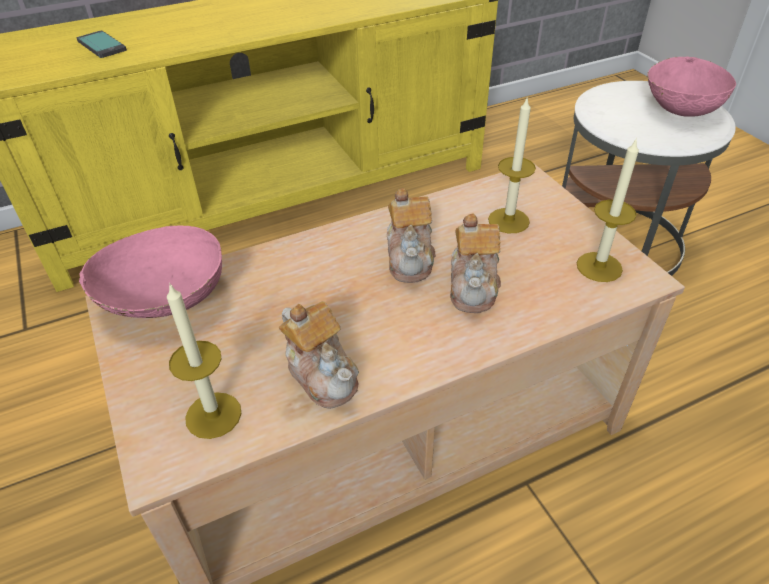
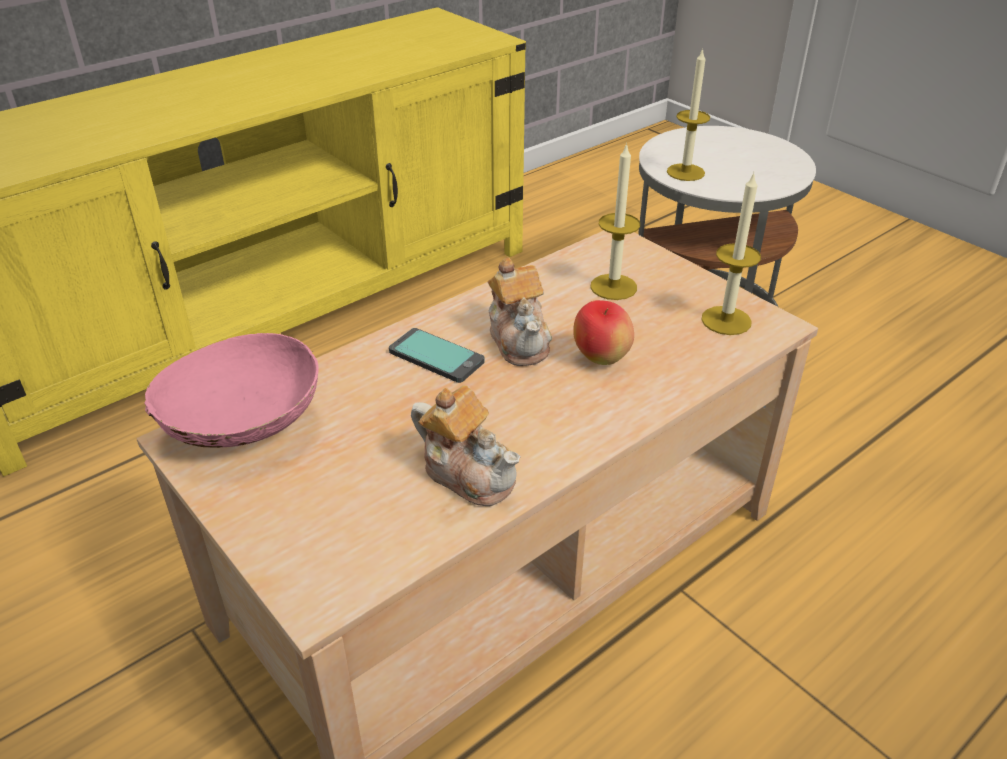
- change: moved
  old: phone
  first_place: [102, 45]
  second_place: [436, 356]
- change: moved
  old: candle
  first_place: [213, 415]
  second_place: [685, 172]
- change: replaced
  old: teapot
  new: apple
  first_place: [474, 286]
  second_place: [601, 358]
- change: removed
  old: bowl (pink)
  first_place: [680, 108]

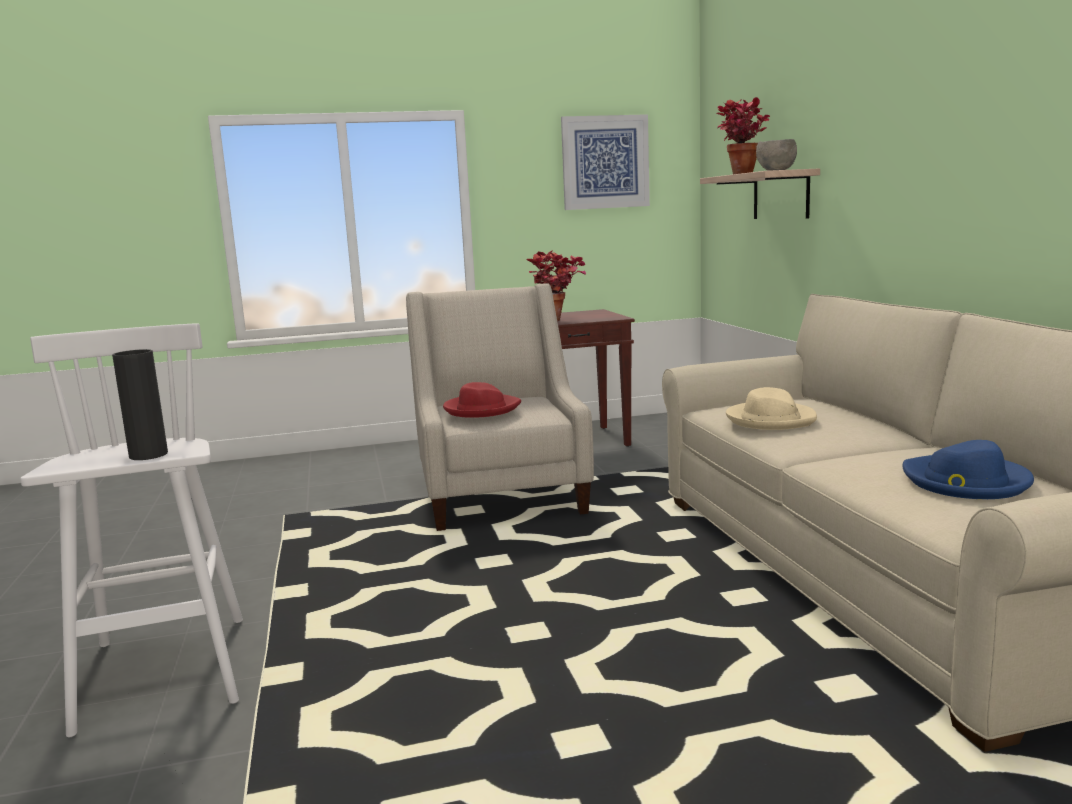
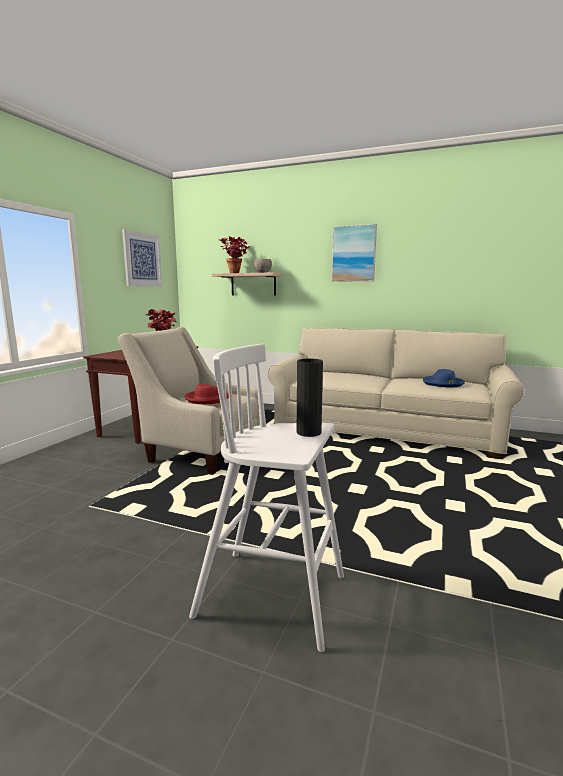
- change: removed
  old: hat (beige)
  first_place: [770, 419]
- change: added
  new: picture
  second_place: [353, 253]

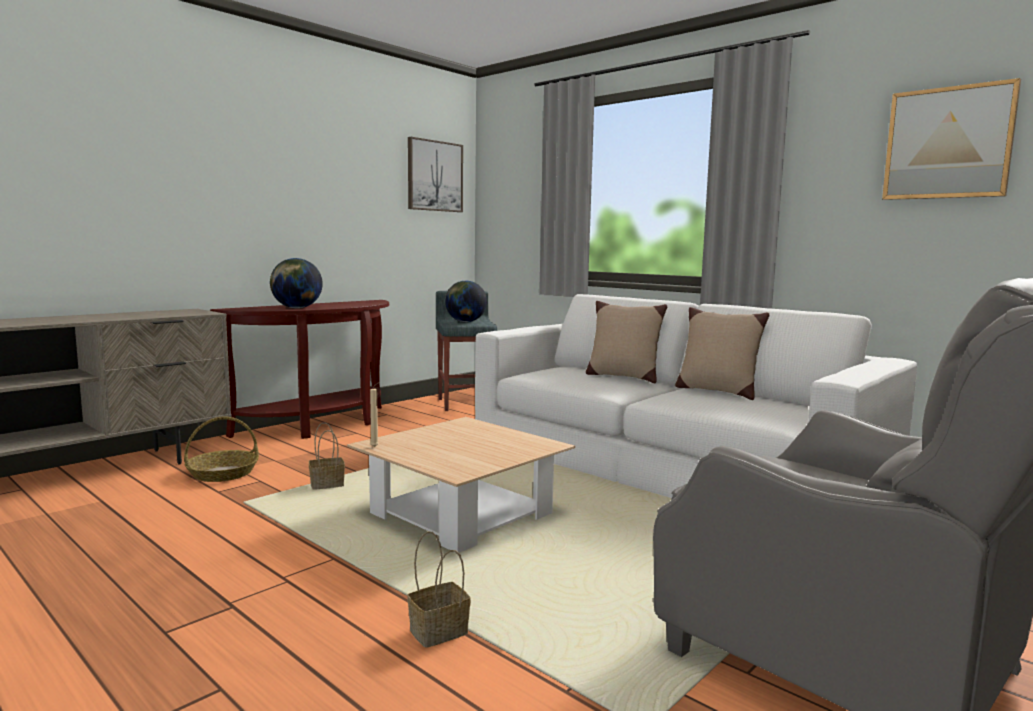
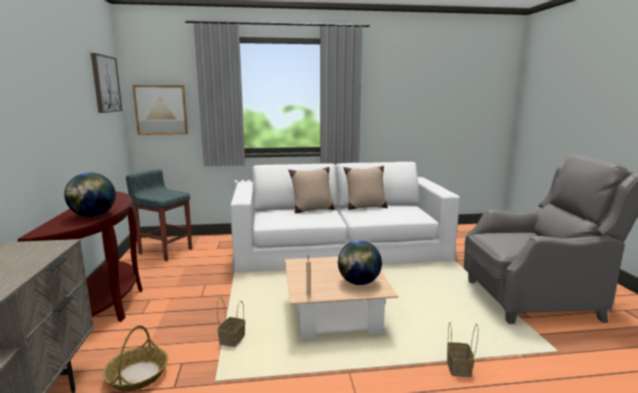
- change: moved
  old: globe
  first_place: [465, 322]
  second_place: [359, 282]
- change: moved
  old: picture
  first_place: [948, 143]
  second_place: [161, 110]

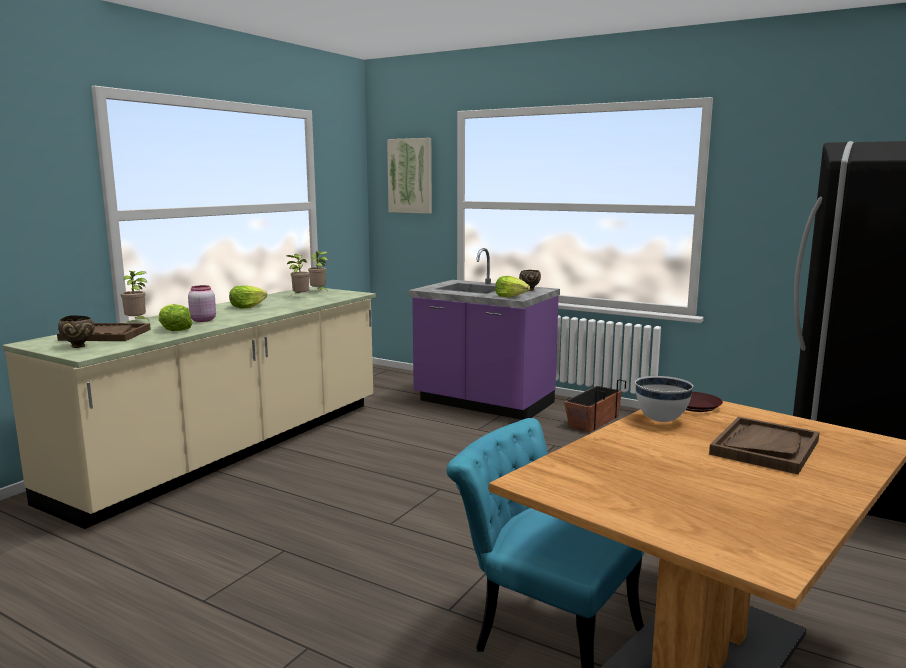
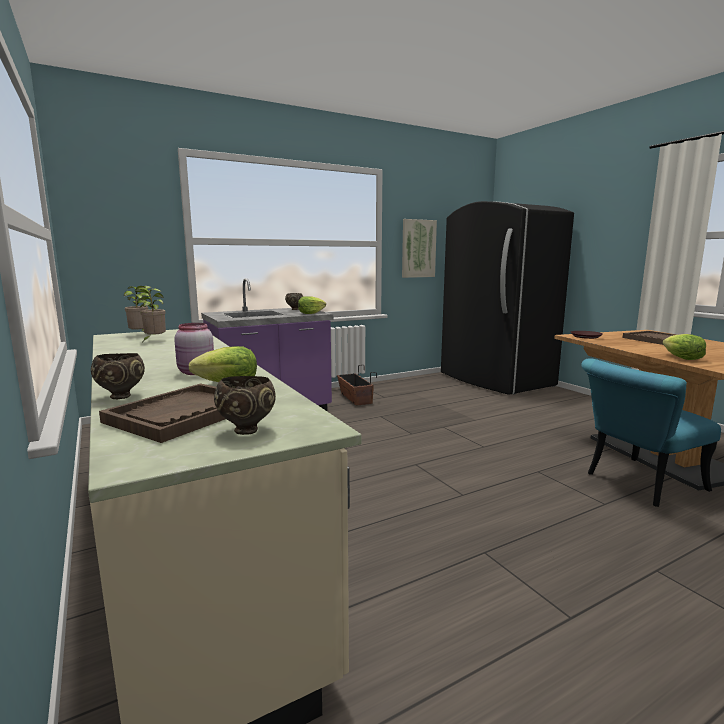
- change: replaced
  old: potted plant
  new: bowl (brown)
  first_place: [137, 322]
  second_place: [122, 396]
- change: moved
  old: lettuce
  first_place: [247, 307]
  second_place: [681, 358]
- change: moved
  old: picture
  first_place: [410, 176]
  second_place: [418, 248]
- change: removed
  old: bowl (white)
  first_place: [661, 420]

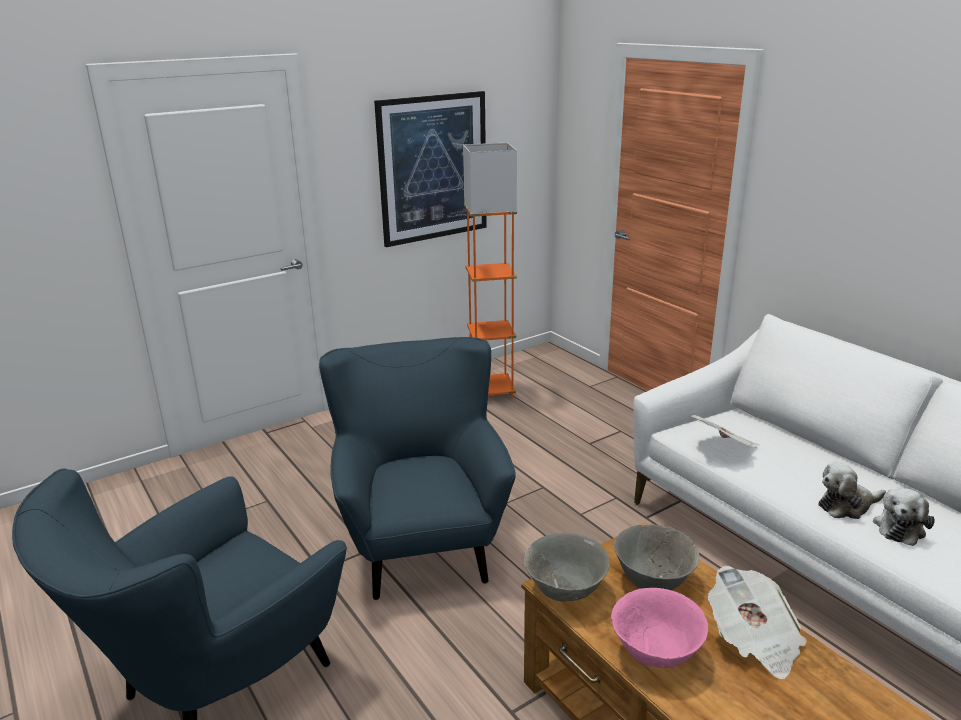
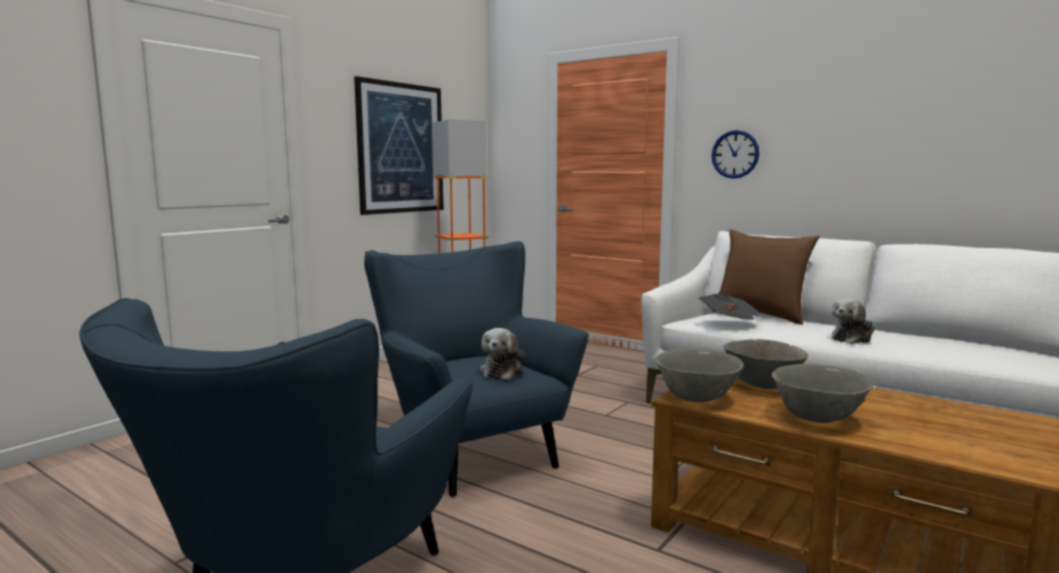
- change: recoloured
  old: bowl (pink)
  new: bowl (grey)
  first_place: [656, 654]
  second_place: [817, 419]
- change: removed
  old: newspaper
  first_place: [754, 640]
- change: moved
  old: plush toy
  first_place: [900, 527]
  second_place: [503, 371]
- change: added
  new: wall clock
  second_place: [735, 154]
- change: added
  new: pillow (brown)
  second_place: [761, 316]

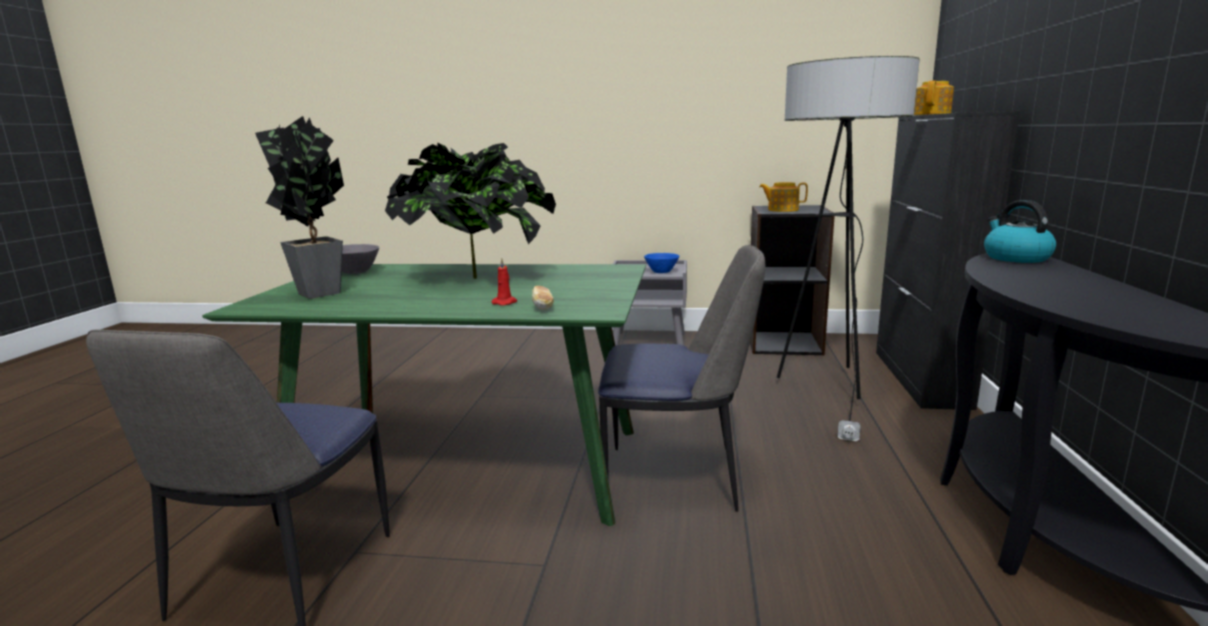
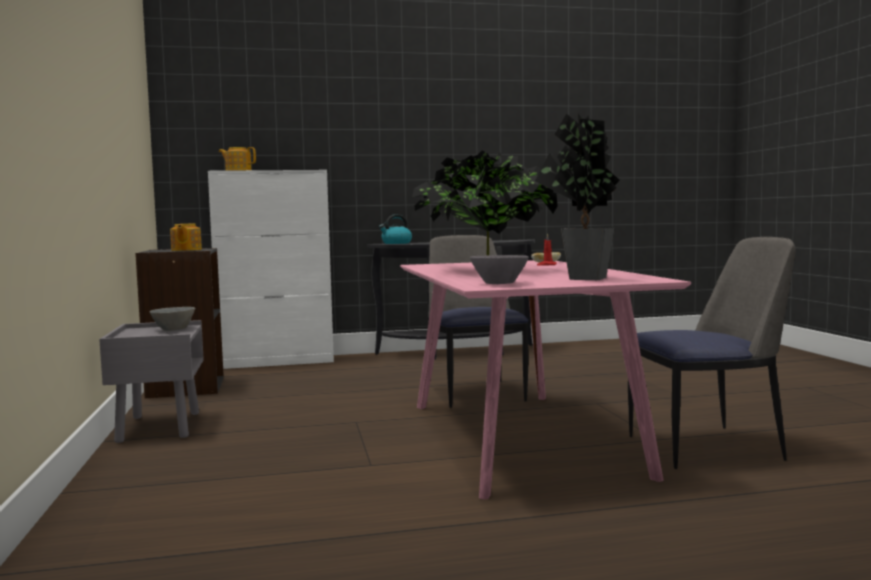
- change: recoloured
  old: dining table (green)
  new: dining table (pink)
  first_place: [467, 466]
  second_place: [521, 438]
- change: recoloured
  old: bowl (blue)
  new: bowl (grey)
  first_place: [662, 271]
  second_place: [173, 329]
- change: removed
  old: floor lamp
  first_place: [828, 390]
- change: recoloured
  old: cabinet (black)
  new: cabinet (white)
  first_place: [920, 378]
  second_place: [277, 362]

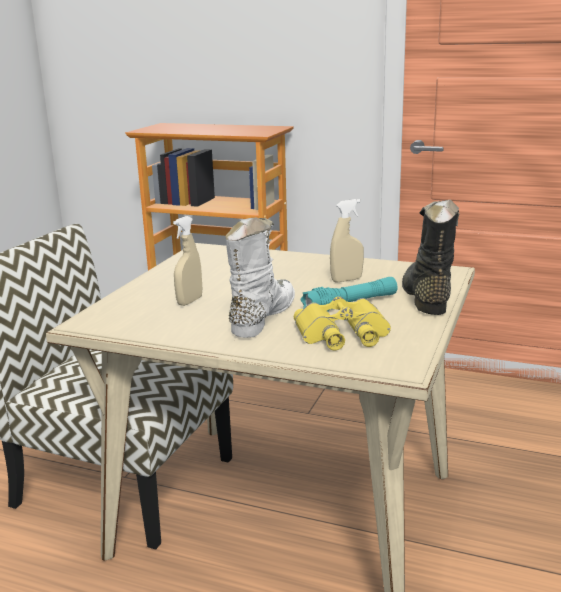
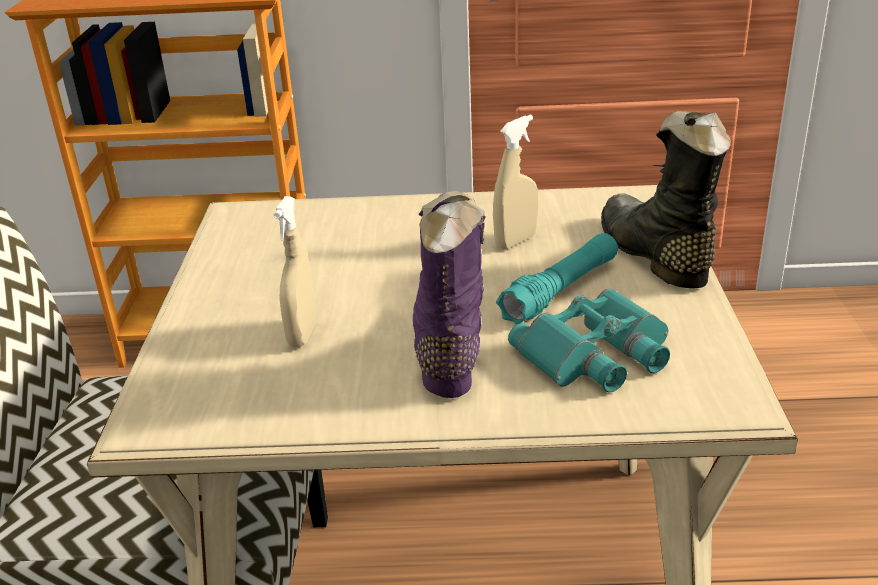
- change: recoloured
  old: boot (white)
  new: boot (purple)
  first_place: [261, 317]
  second_place: [446, 346]
- change: recoloured
  old: binoculars (yellow)
  new: binoculars (turquoise)
  first_place: [343, 334]
  second_place: [597, 355]

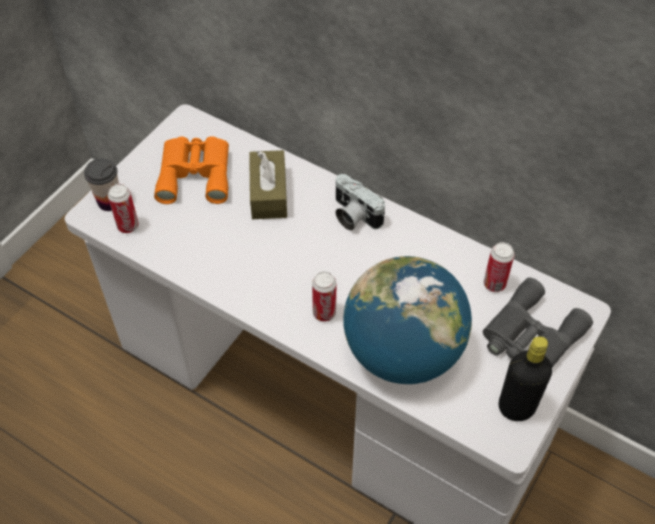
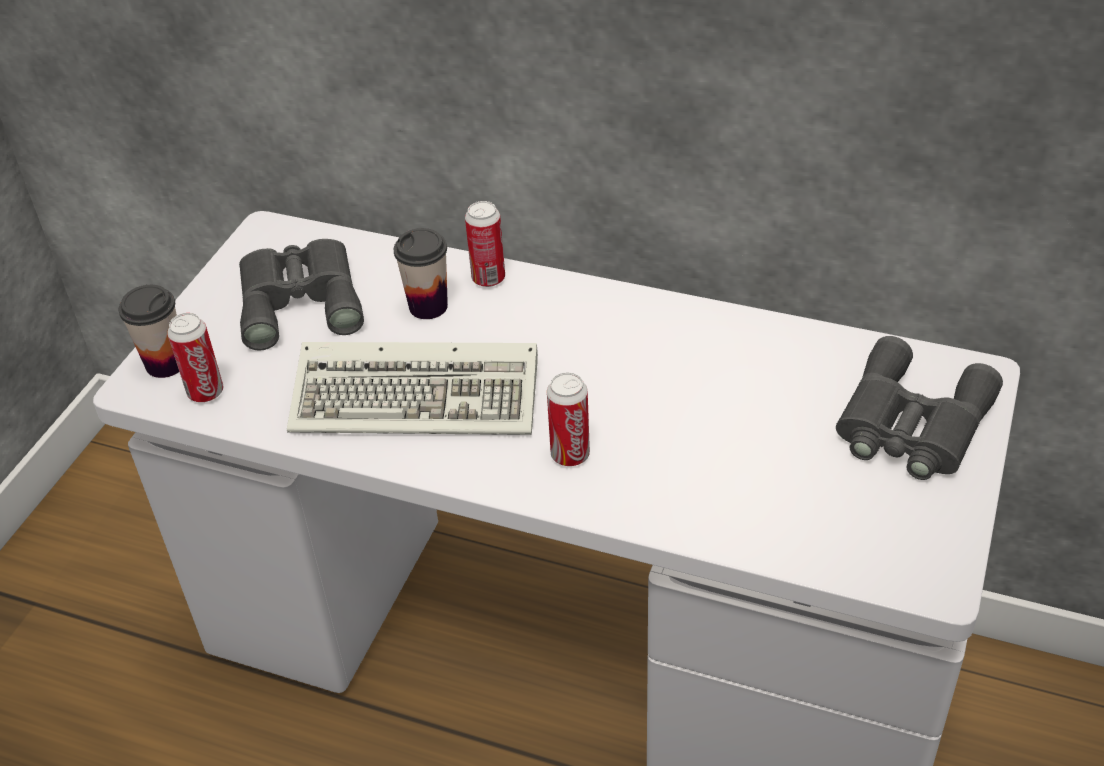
- change: recoloured
  old: binoculars (orange)
  new: binoculars (grey)
  first_place: [196, 173]
  second_place: [300, 299]
- change: replaced
  old: tissue box (brown)
  new: cup
  first_place: [268, 193]
  second_place: [428, 306]
- change: removed
  old: photo camera
  first_place: [353, 215]
- change: removed
  old: globe
  first_place: [402, 353]
- change: moved
  old: can
  first_place: [494, 284]
  second_place: [488, 278]
- change: removed
  old: bottle (black)
  first_place: [516, 407]
- change: added
  new: keyboard
  second_place: [422, 396]

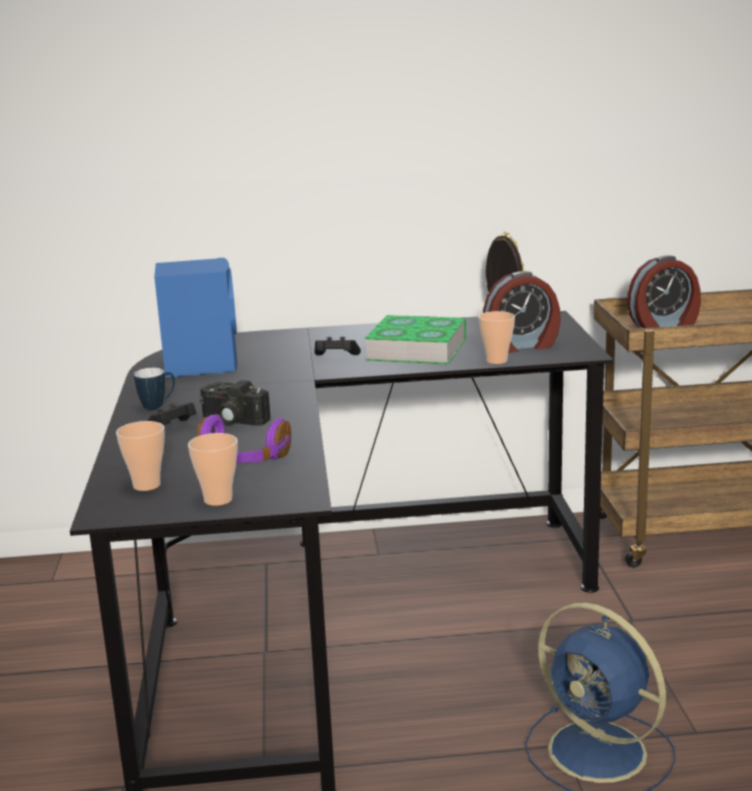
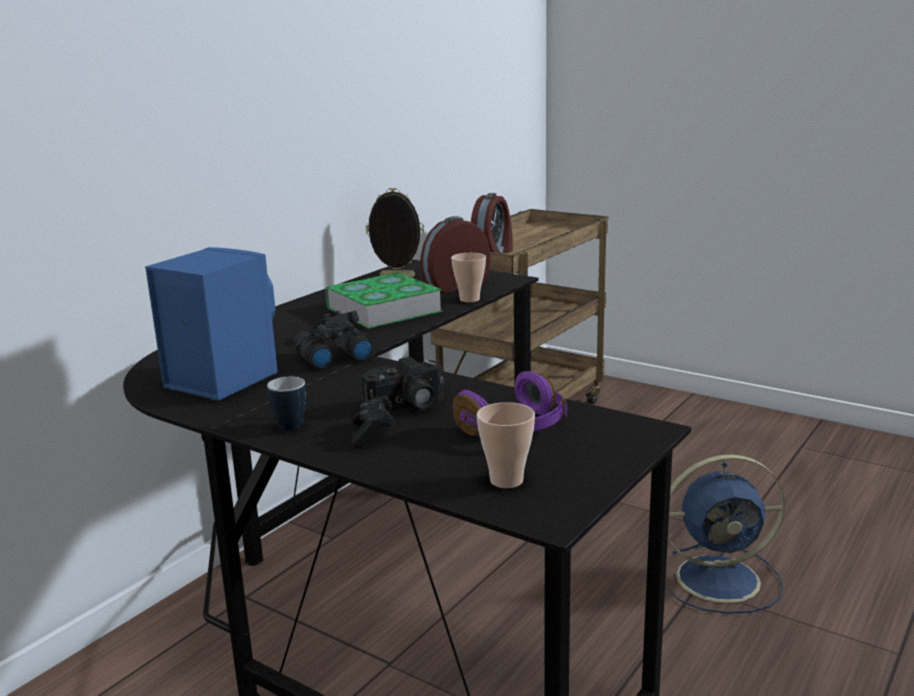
- change: removed
  old: cup
  first_place: [218, 500]
- change: turned
  old: alarm clock
  first_place: [522, 346]
  second_place: [454, 286]
  degrees: -150
- change: added
  new: binoculars (black)
  second_place: [331, 356]

